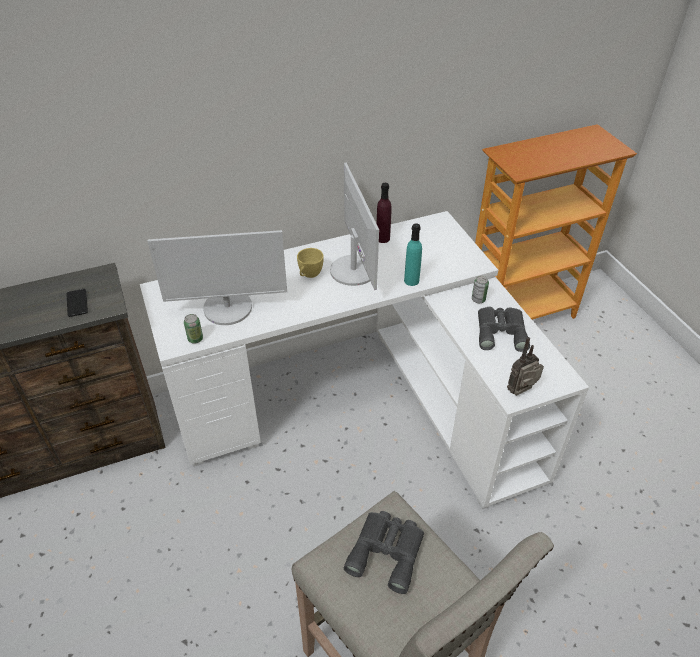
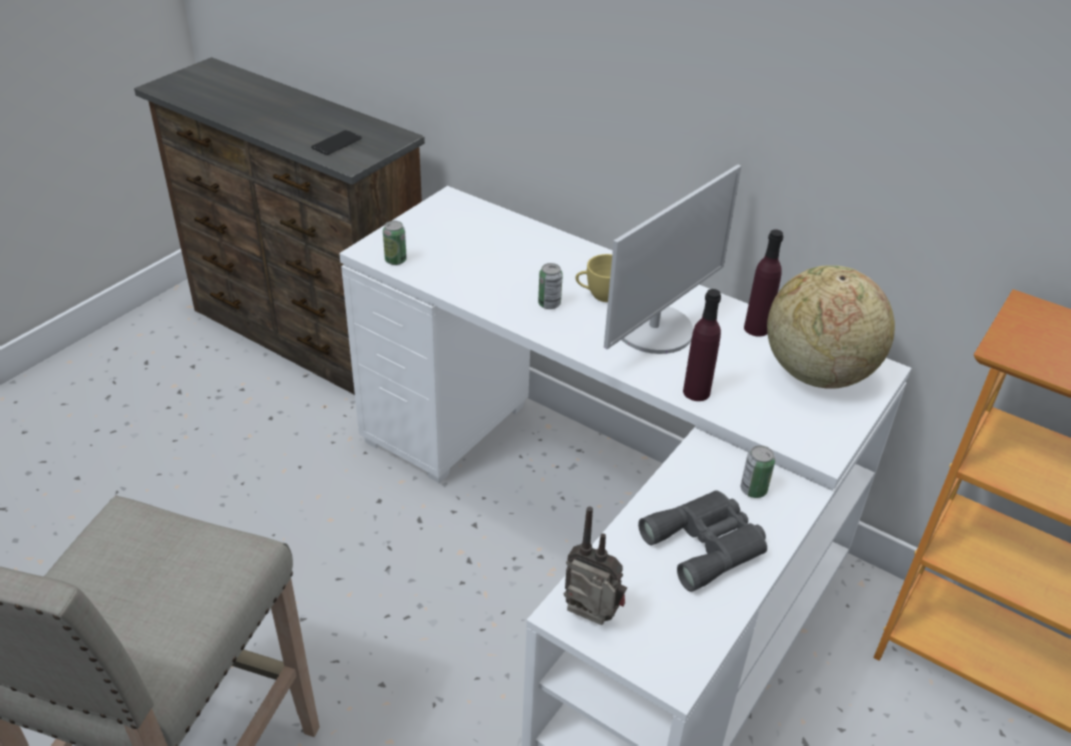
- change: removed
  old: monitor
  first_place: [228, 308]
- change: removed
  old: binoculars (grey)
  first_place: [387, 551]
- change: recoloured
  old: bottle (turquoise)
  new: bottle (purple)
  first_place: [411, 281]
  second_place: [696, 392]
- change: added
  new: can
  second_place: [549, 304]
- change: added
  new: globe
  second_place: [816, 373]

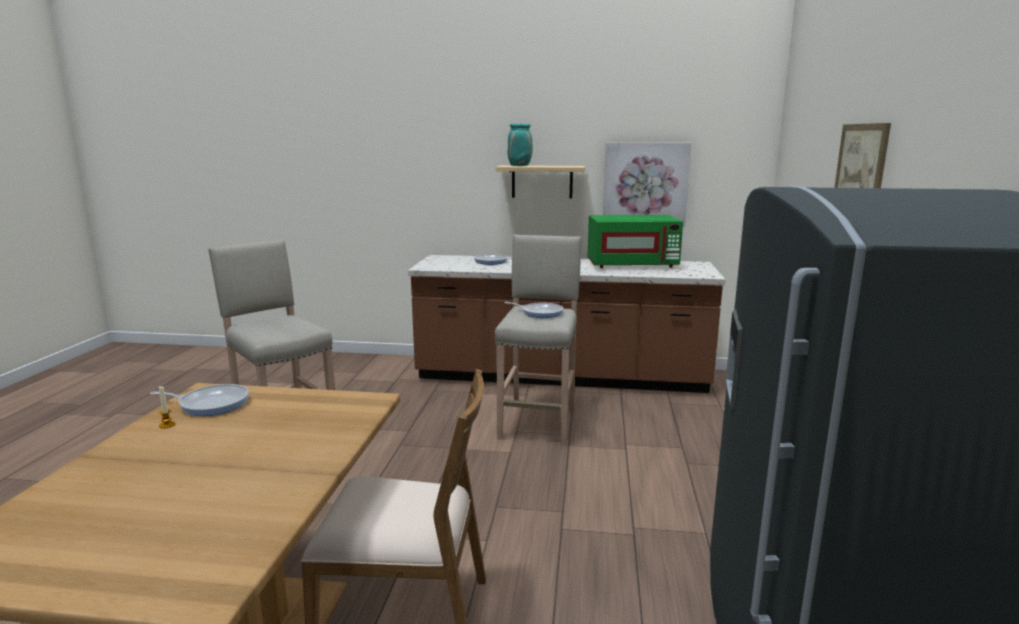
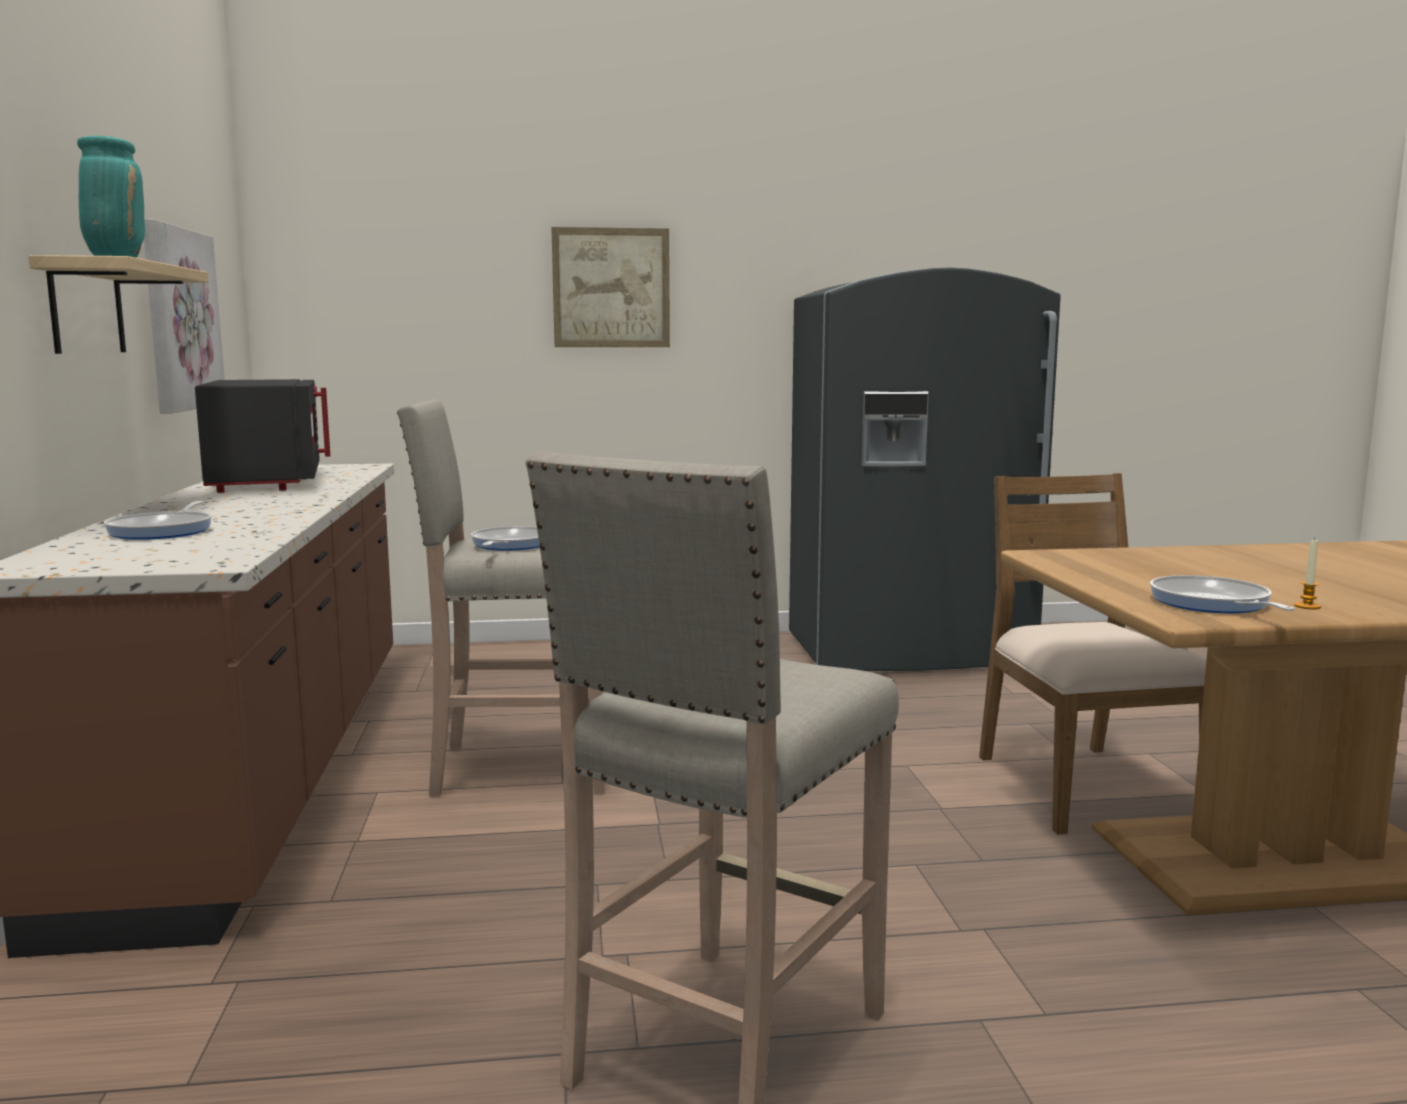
- change: recoloured
  old: microwave (green)
  new: microwave (black)
  first_place: [632, 265]
  second_place: [265, 482]

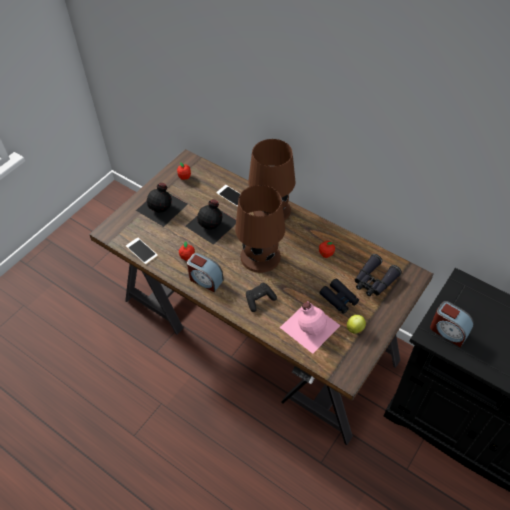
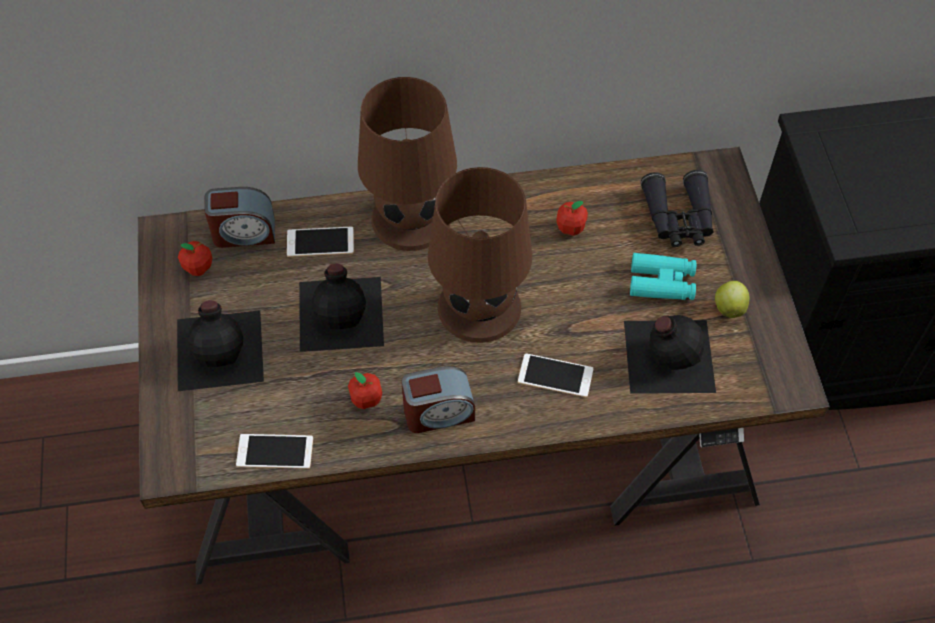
- change: replaced
  old: game controller (black)
  new: phone
  first_place: [259, 299]
  second_place: [555, 375]
- change: recoloured
  old: bottle (pink)
  new: bottle (black)
  first_place: [310, 325]
  second_place: [667, 354]
- change: recoloured
  old: binoculars (black)
  new: binoculars (turquoise)
  first_place: [339, 299]
  second_place: [662, 282]
- change: moved
  old: alarm clock
  first_place: [448, 331]
  second_place: [244, 233]

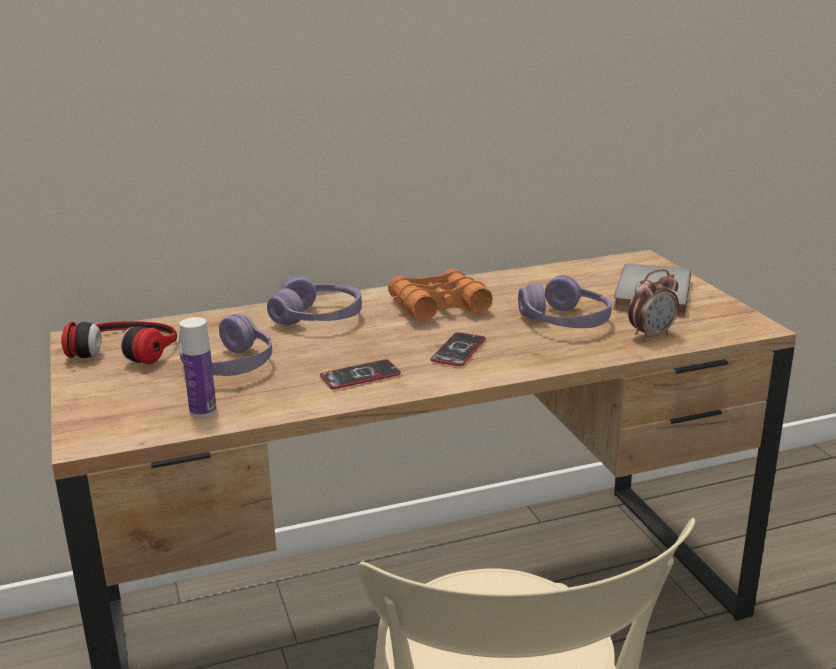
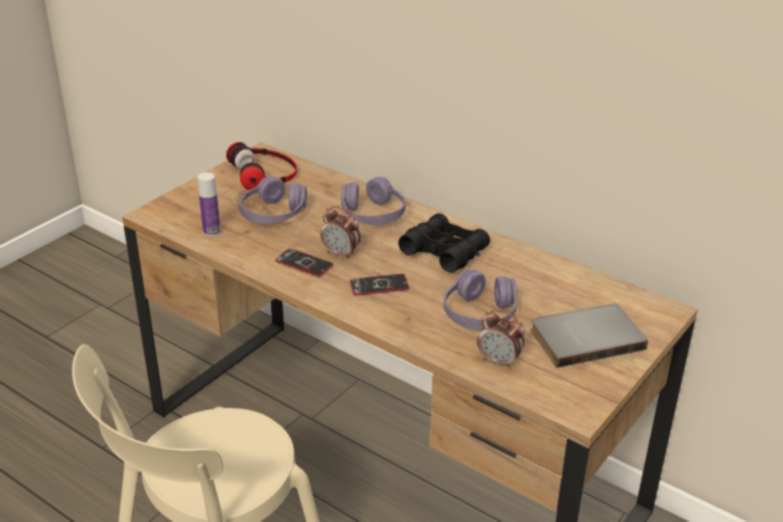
- change: recoloured
  old: binoculars (orange)
  new: binoculars (black)
  first_place: [438, 307]
  second_place: [444, 251]
- change: added
  new: alarm clock
  second_place: [341, 253]

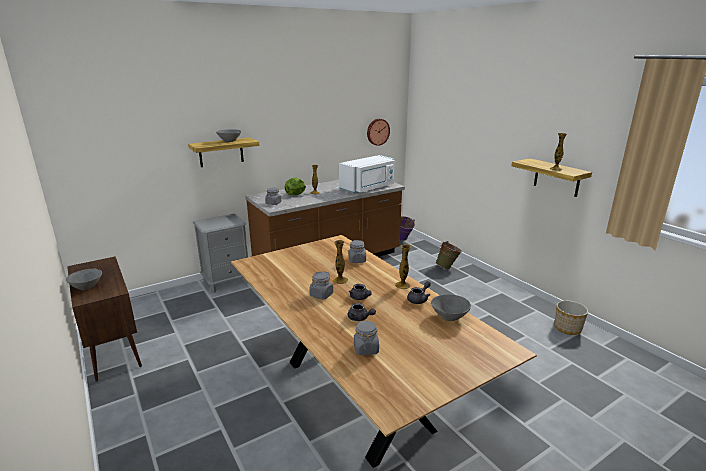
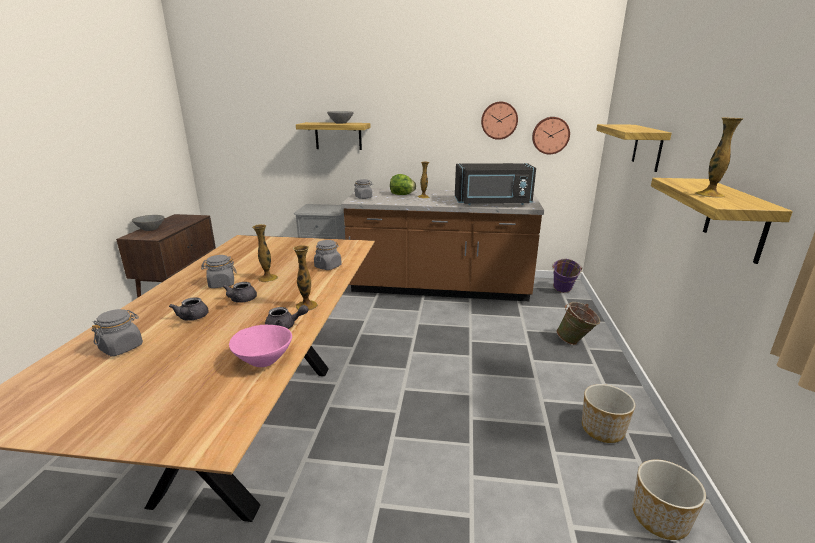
- change: recoloured
  old: microwave (white)
  new: microwave (black)
  first_place: [368, 188]
  second_place: [493, 203]
- change: recoloured
  old: bowl (grey)
  new: bowl (pink)
  first_place: [449, 317]
  second_place: [263, 360]
- change: added
  new: wall clock
  second_place: [499, 120]
- change: added
  new: planter
  second_place: [603, 430]
- change: added
  new: shelf
  second_place: [647, 147]

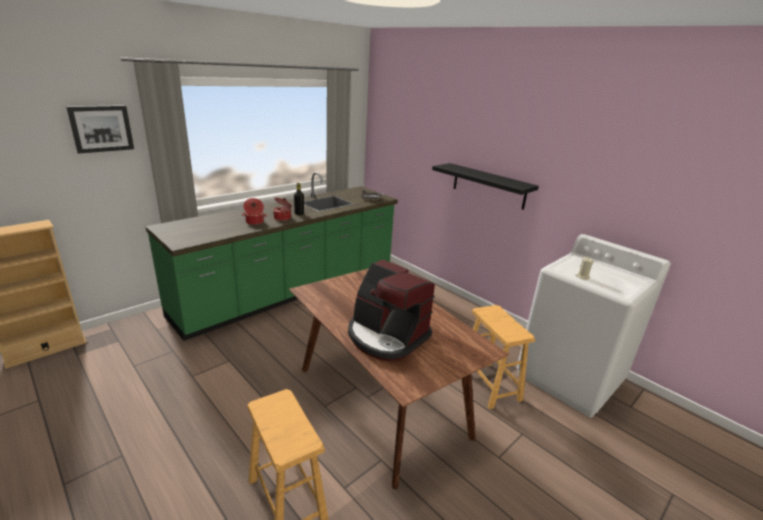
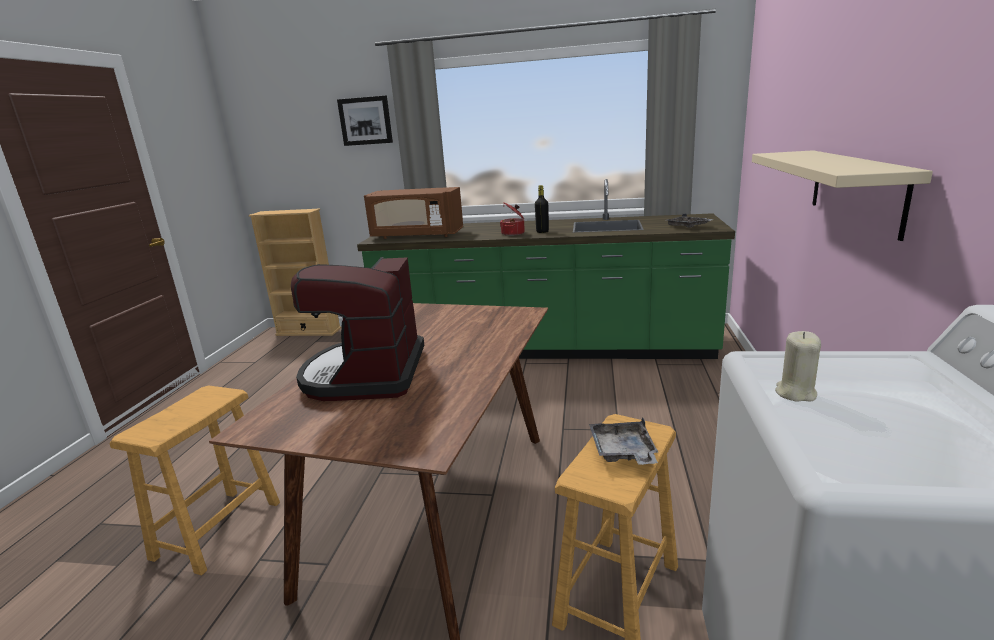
- change: removed
  old: cooking pot
  first_place: [254, 222]
- change: recoloured
  old: shelf (black)
  new: shelf (beige)
  first_place: [488, 186]
  second_place: [856, 189]
- change: added
  new: microwave (brown)
  second_place: [416, 235]
- change: added
  new: tray (grey)
  second_place: [623, 452]

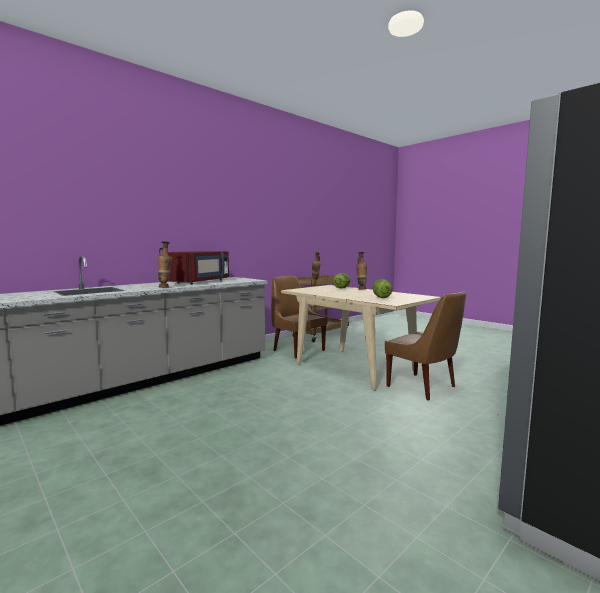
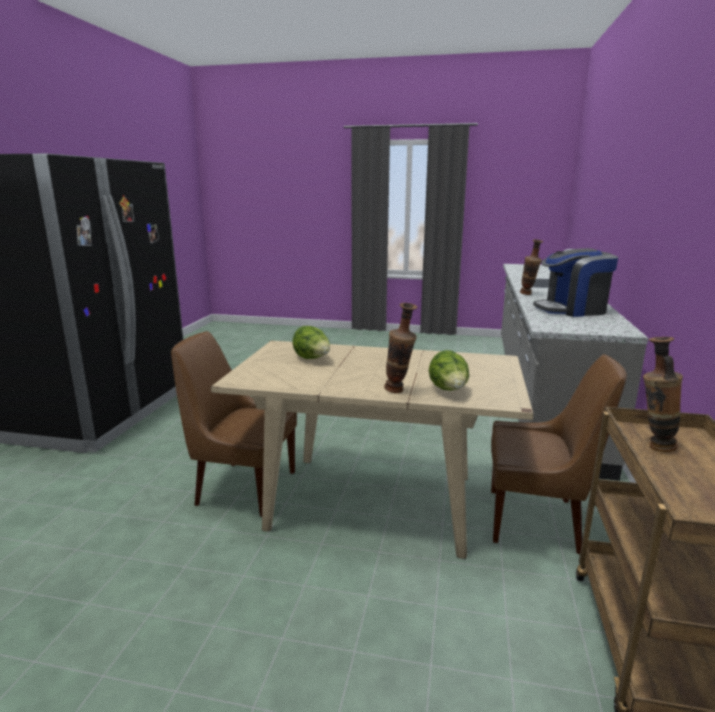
- change: replaced
  old: microwave (red)
  new: coffee machine
  first_place: [201, 282]
  second_place: [572, 310]

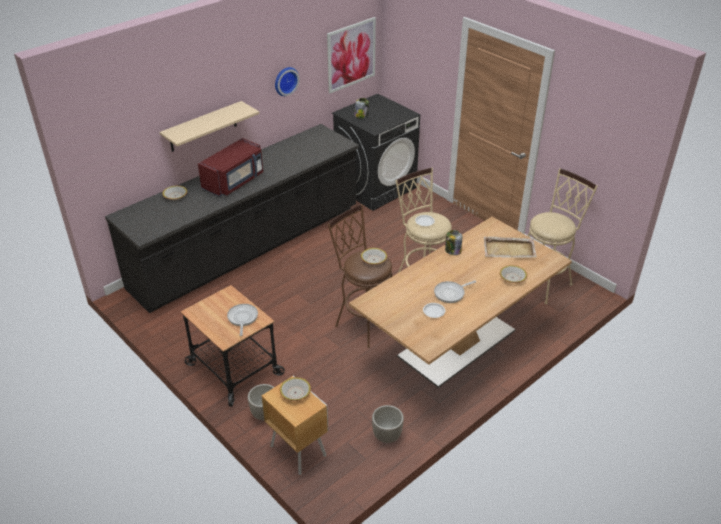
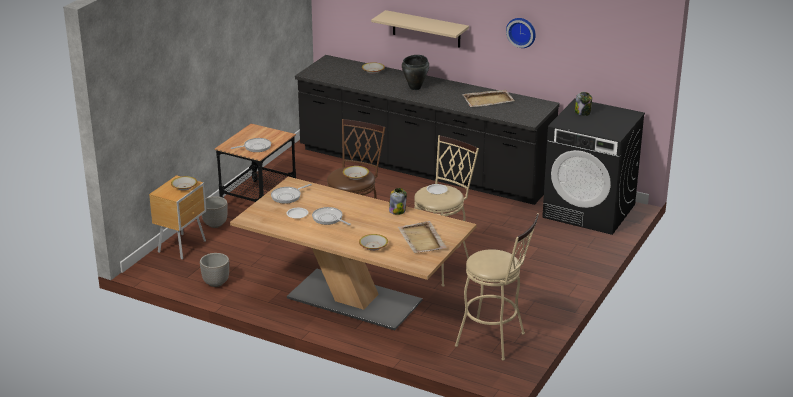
- change: replaced
  old: microwave (red)
  new: cooking pot (black)
  first_place: [234, 181]
  second_place: [415, 87]
- change: removed
  old: picture
  first_place: [351, 55]
- change: added
  new: frying pan
  second_place: [288, 196]
- change: added
  new: tray (beige)
  second_place: [488, 100]

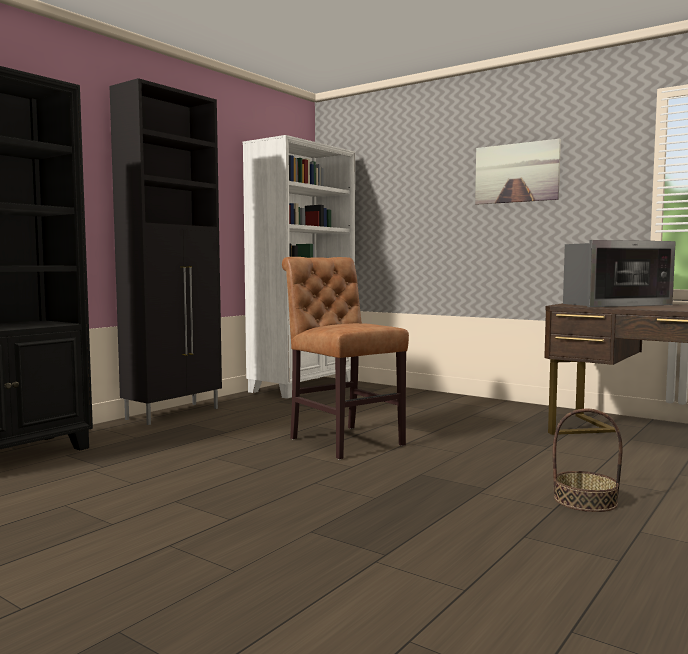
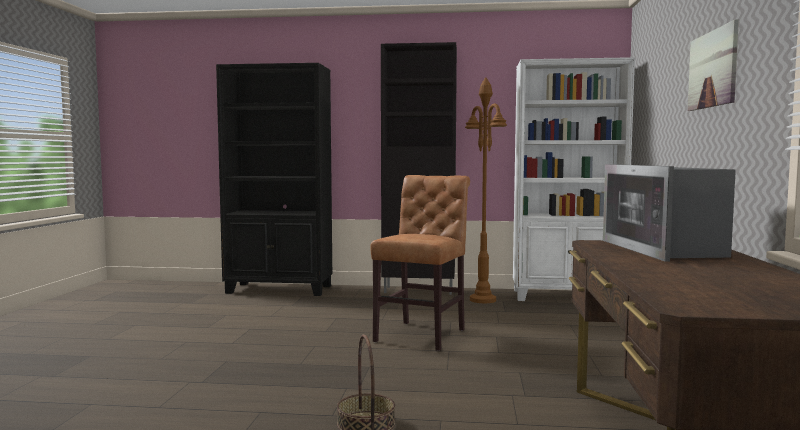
- change: turned
  old: microwave
  first_place: [612, 304]
  second_place: [664, 249]
  degrees: 45
- change: added
  new: floor lamp (brown)
  second_place: [482, 300]

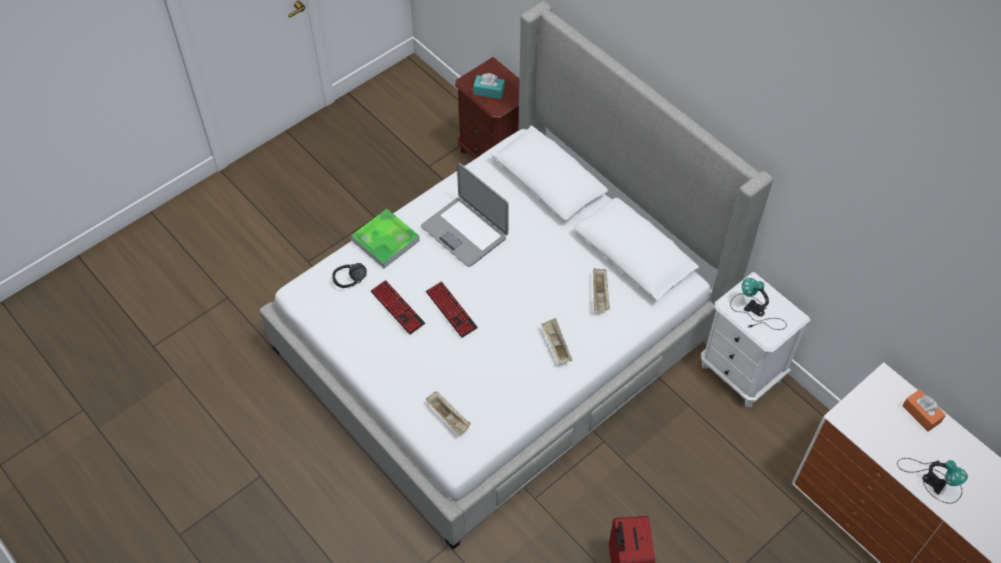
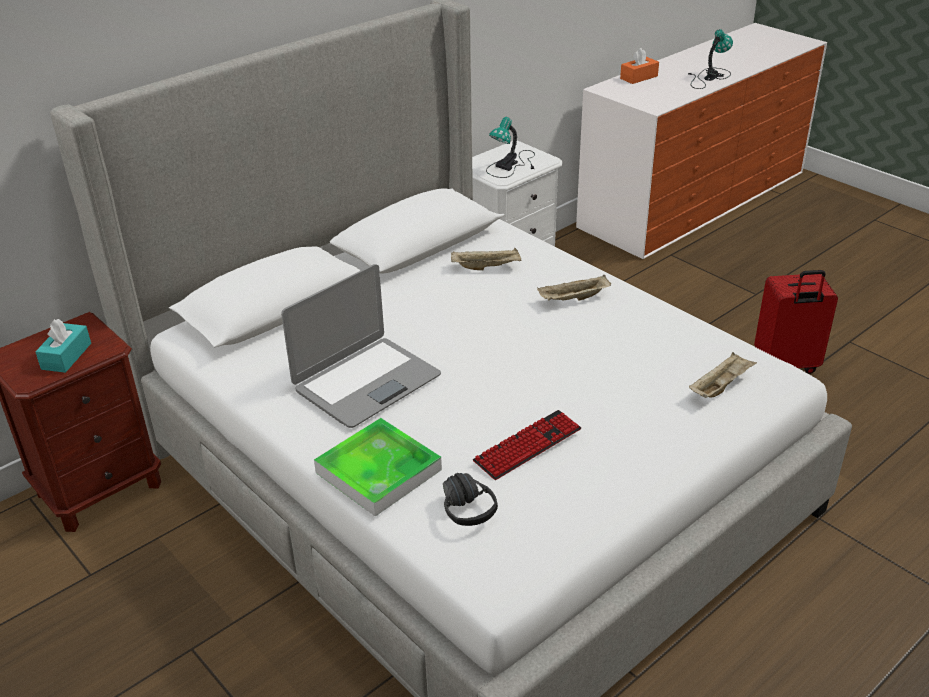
- change: removed
  old: keyboard
  first_place: [451, 310]

